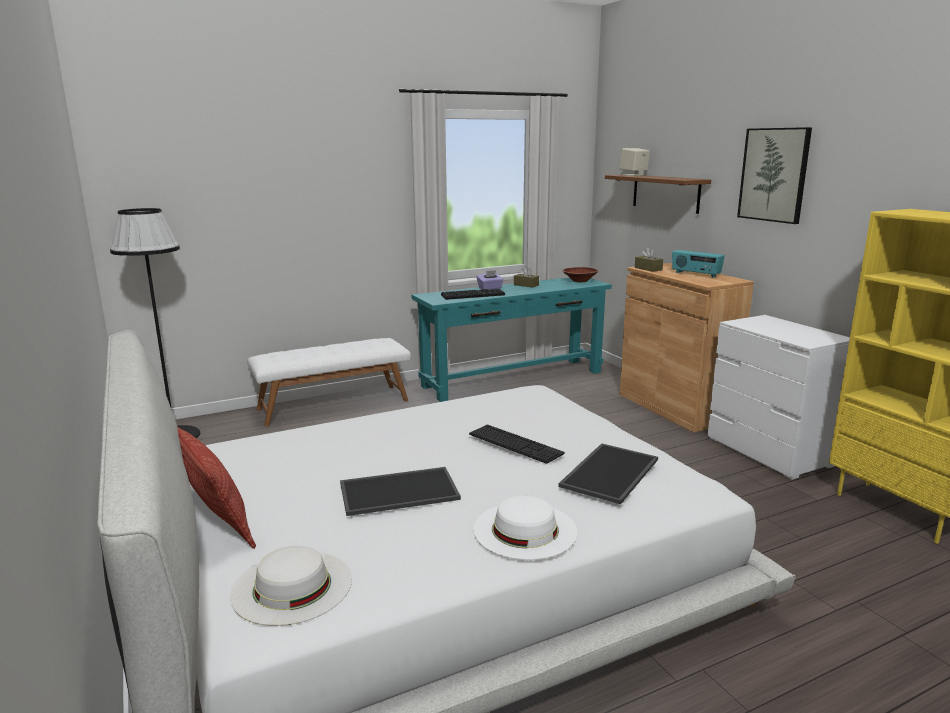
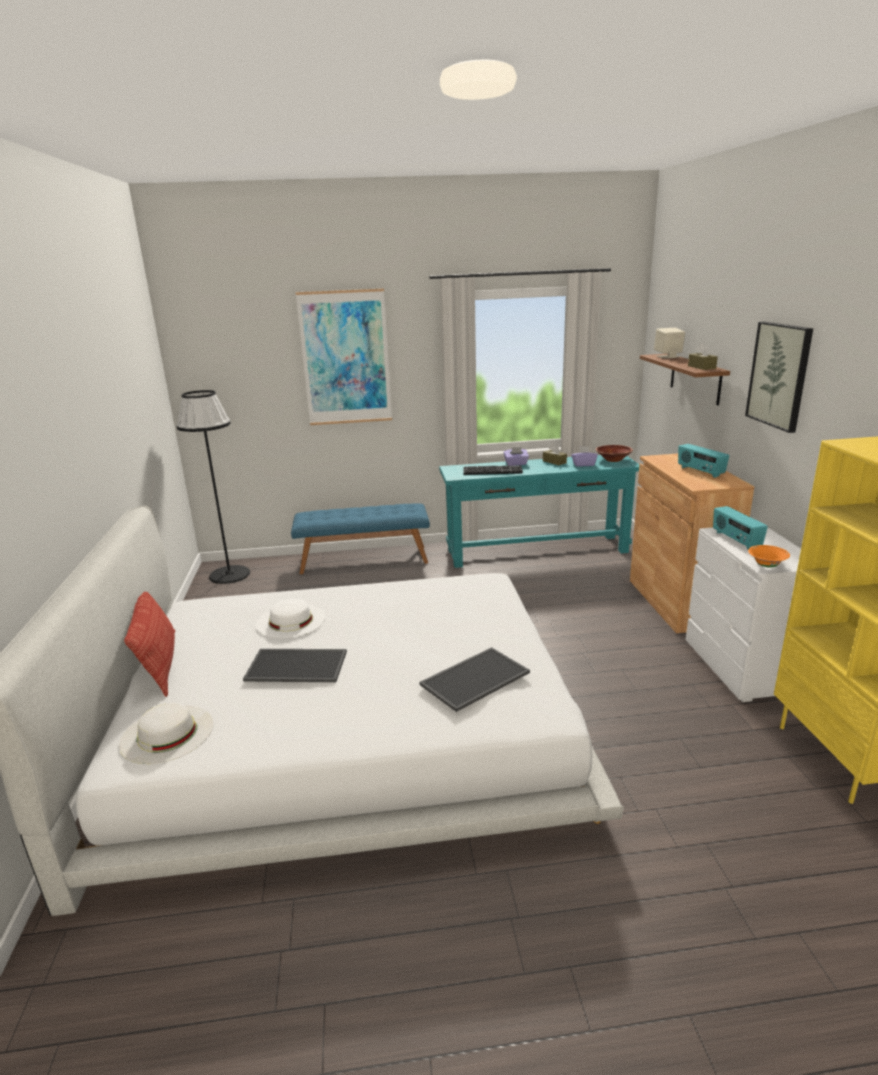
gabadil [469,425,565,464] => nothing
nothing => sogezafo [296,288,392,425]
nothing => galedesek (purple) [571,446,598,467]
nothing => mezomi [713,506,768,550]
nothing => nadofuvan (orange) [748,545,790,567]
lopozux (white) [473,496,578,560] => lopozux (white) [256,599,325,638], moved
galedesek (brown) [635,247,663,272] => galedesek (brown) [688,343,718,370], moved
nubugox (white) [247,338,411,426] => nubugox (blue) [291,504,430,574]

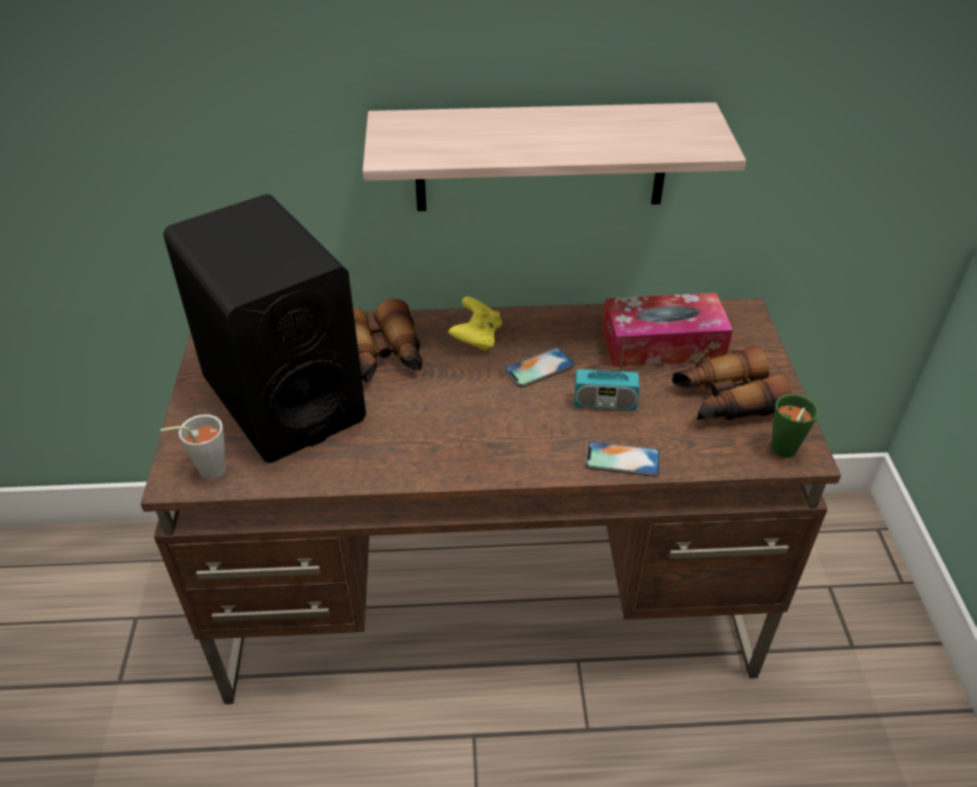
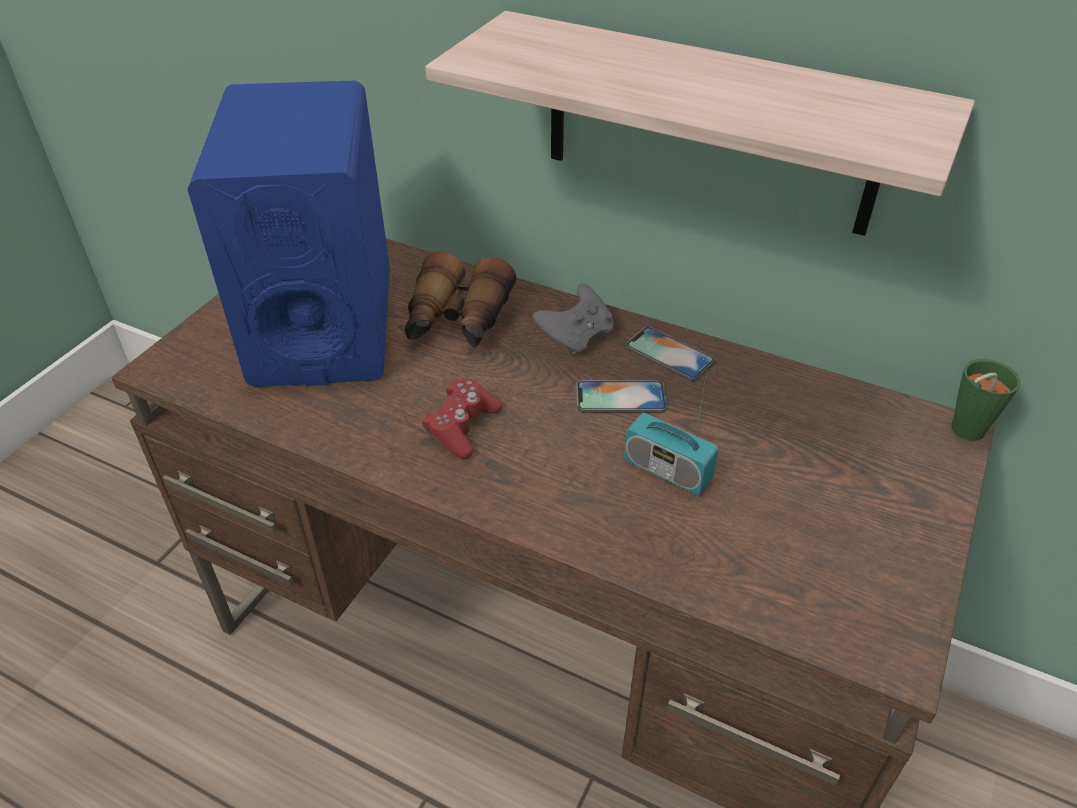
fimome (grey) [160,414,226,479] => nothing
galedesek [602,293,733,367] => nothing
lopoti [672,345,792,420] => nothing
nothing => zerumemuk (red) [422,379,503,459]
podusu [585,440,661,477] => podusu [626,326,715,381], moved
fimome (green) [771,394,819,458] => fimome (green) [951,359,1021,441], moved
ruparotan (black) [163,194,366,463] => ruparotan (blue) [187,80,390,387]
zerumemuk (yellow) [448,297,502,351] => zerumemuk (grey) [533,283,614,355]

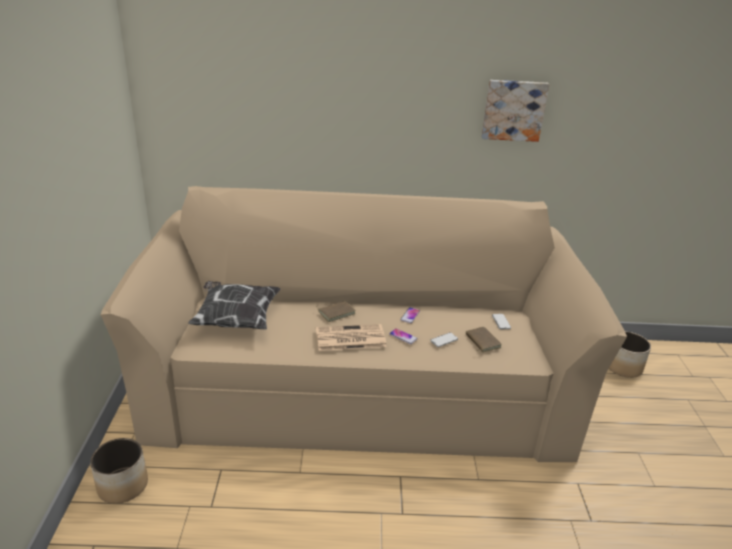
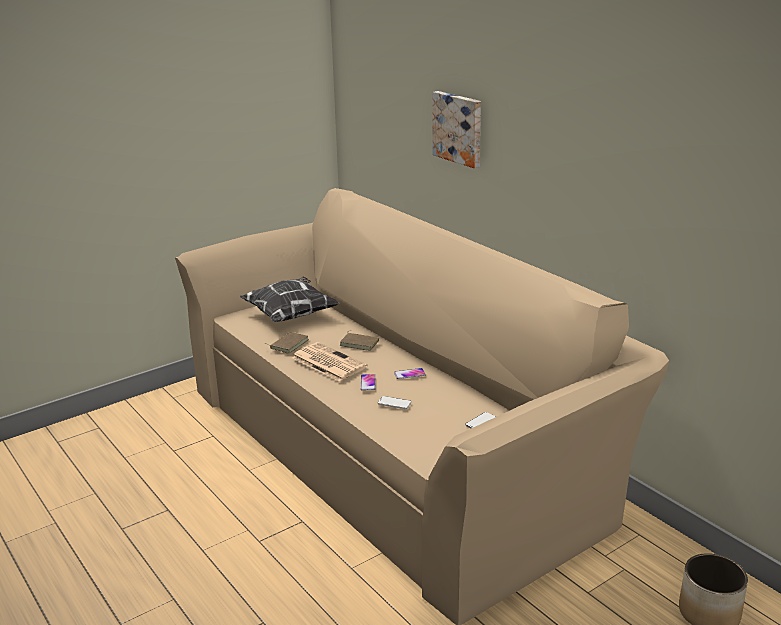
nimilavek [90,438,148,504] => nothing
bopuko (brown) [466,327,501,352] => bopuko (brown) [269,332,308,354], moved
sogezafo [481,80,550,142] => sogezafo [432,91,481,168], moved

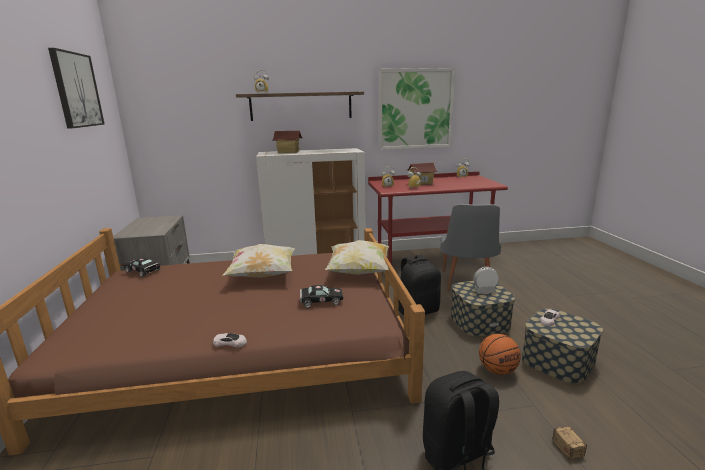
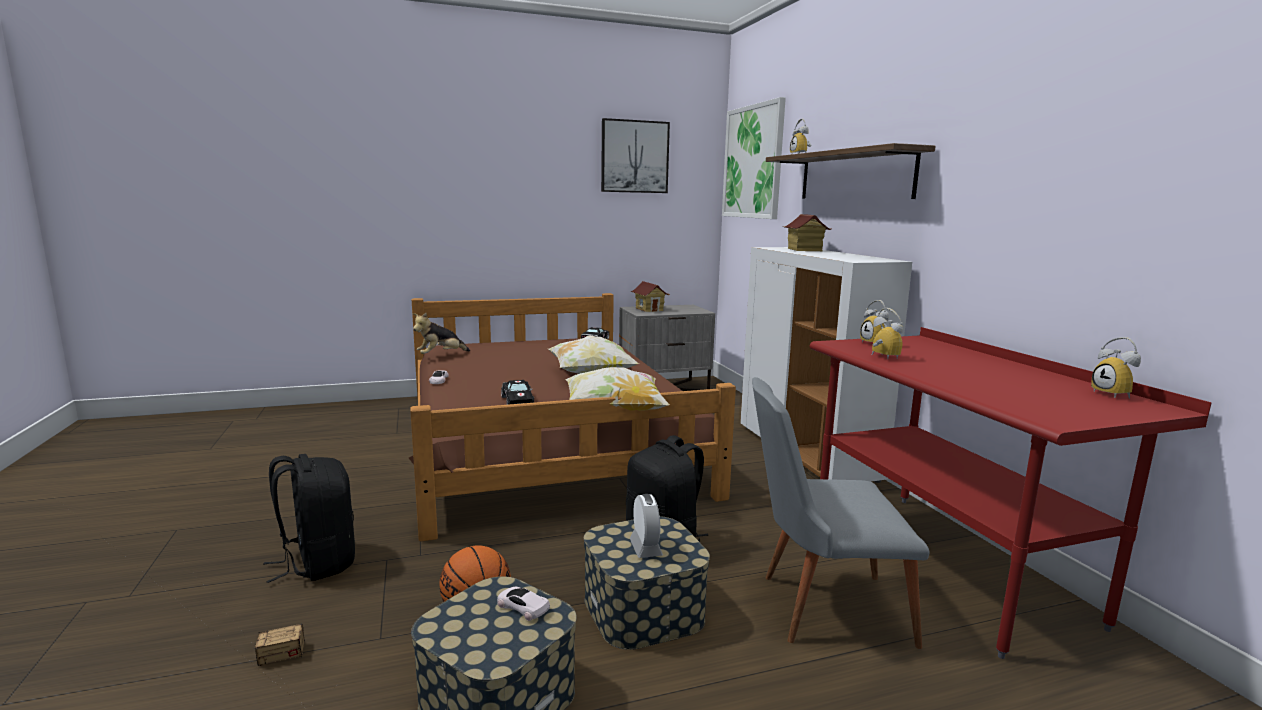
nothing => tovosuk [413,313,470,354]
sogezafo [378,68,455,150] => sogezafo [722,97,786,219], moved
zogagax [407,163,438,185] => zogagax [631,281,670,312], moved

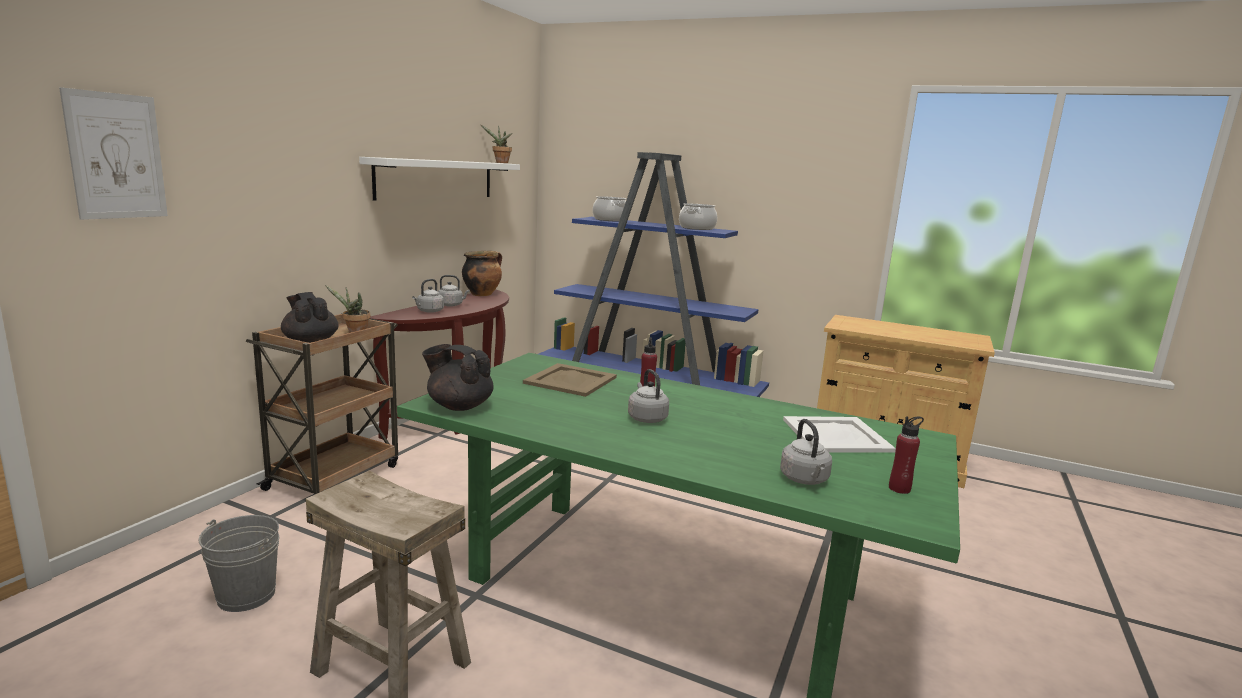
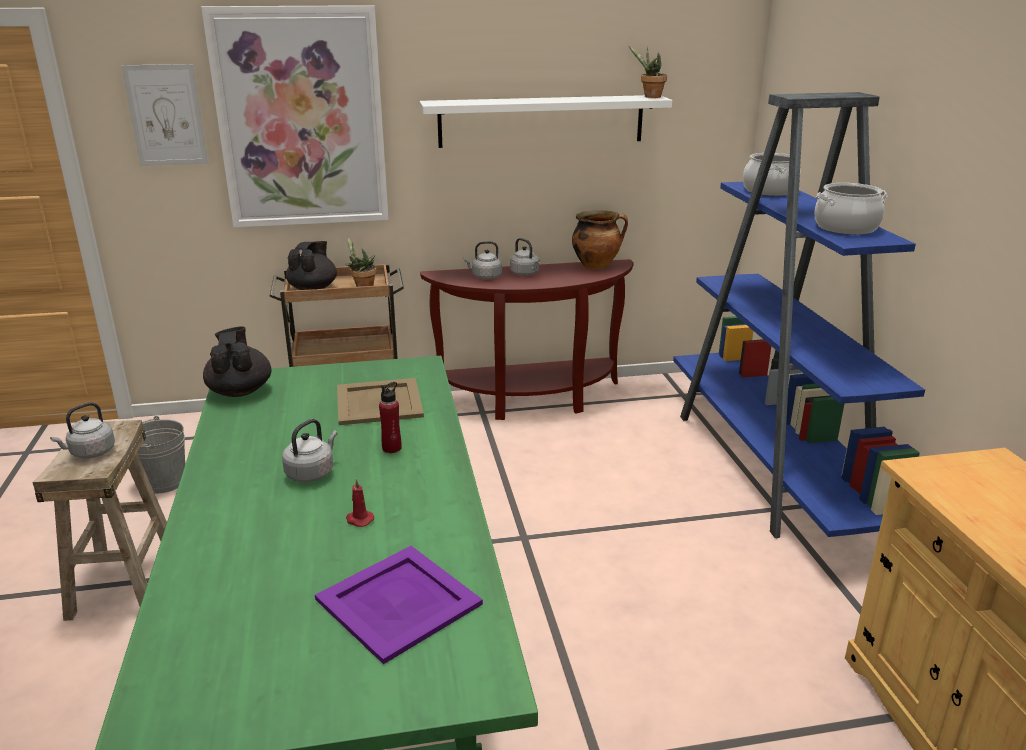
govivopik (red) [889,416,924,494] => nothing
nothing => sogezafo [201,5,389,228]
nothing => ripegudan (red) [346,478,374,527]
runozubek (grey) [780,419,832,485] => runozubek (grey) [50,402,115,458], moved
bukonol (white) [783,416,896,453] => bukonol (purple) [315,546,483,664]

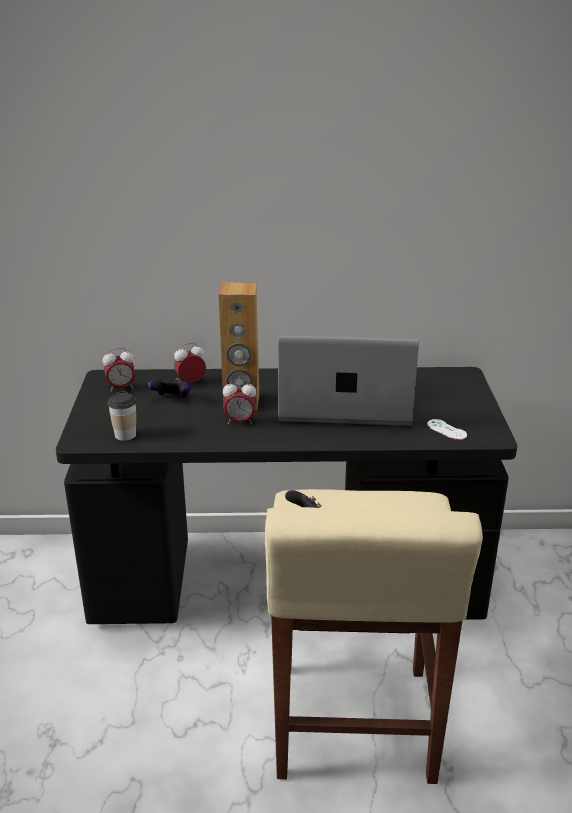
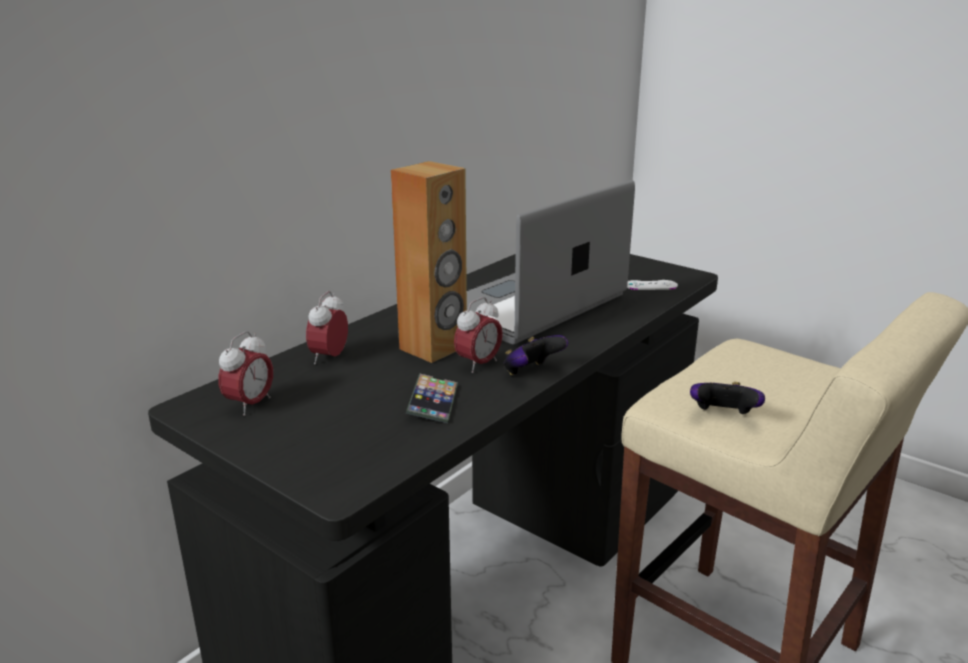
fimome [108,391,136,441] => nothing
nothing => podusu [406,373,458,423]
zerumemuk [148,378,191,397] => zerumemuk [503,335,568,375], moved

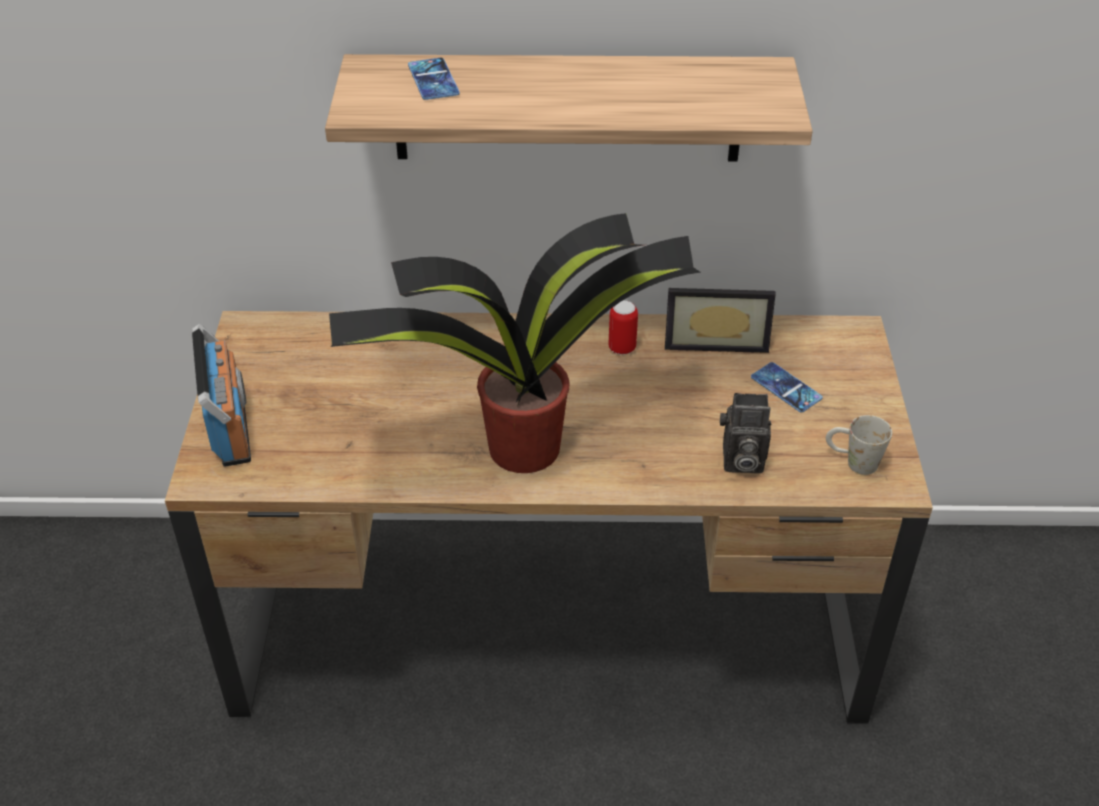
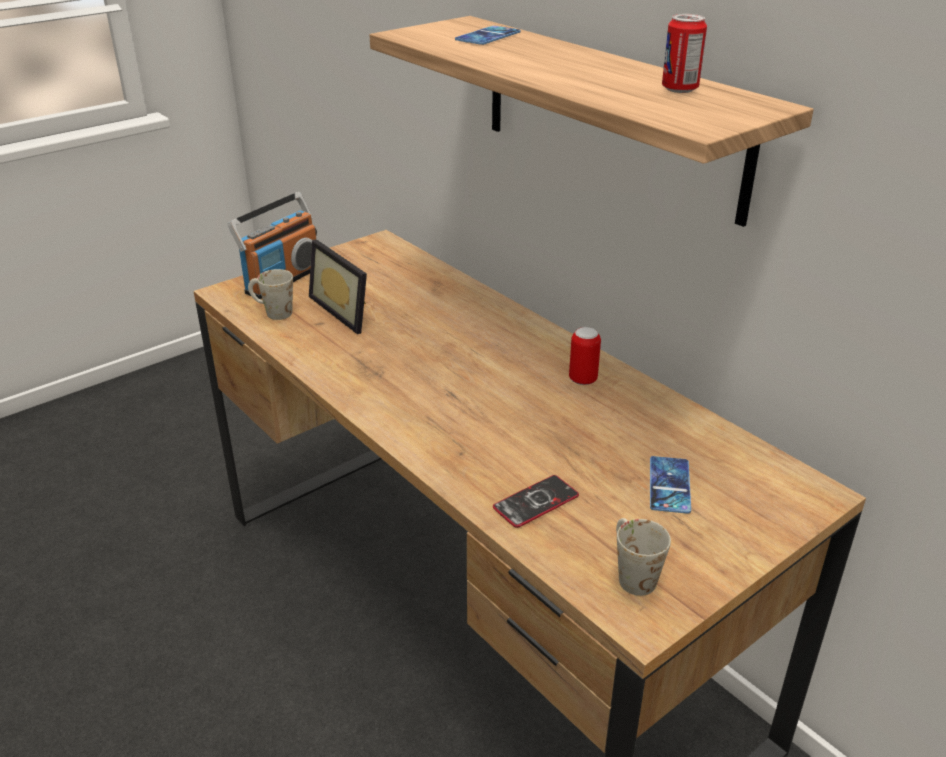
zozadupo [329,213,700,473] => nothing
nothing => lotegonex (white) [248,269,293,320]
nothing => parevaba [662,14,707,93]
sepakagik [665,288,776,353] => sepakagik [309,239,367,334], moved
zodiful [720,393,771,473] => podusu [493,475,579,528]

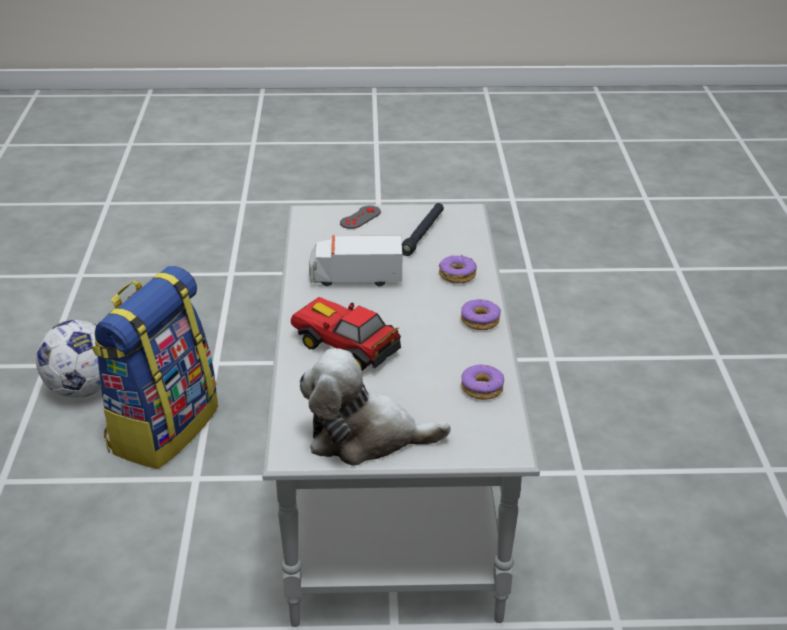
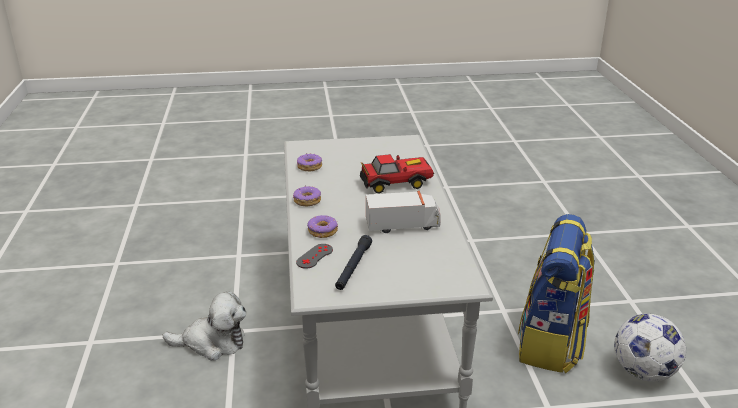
tovosuk [300,348,451,466] => tovosuk [162,291,246,361], moved
zerumemuk (grey) [340,206,381,229] => zerumemuk (grey) [296,244,333,269], moved
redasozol [291,297,401,371] => redasozol [360,154,434,194], 45 degrees counterclockwise

